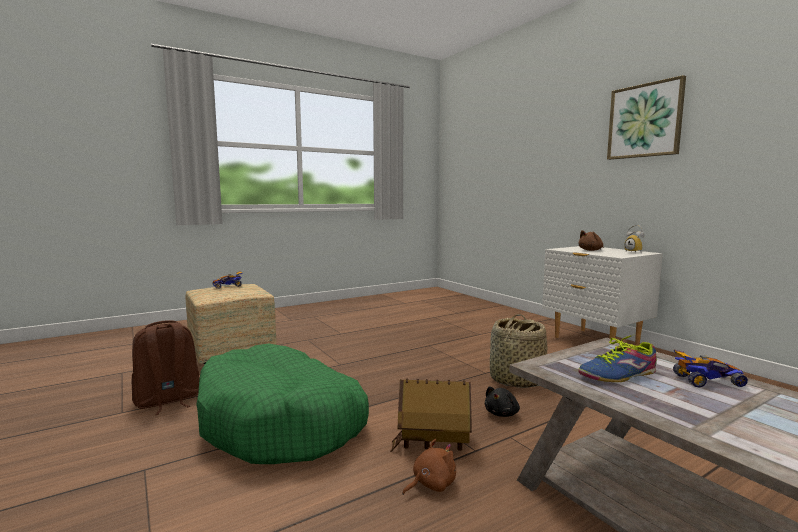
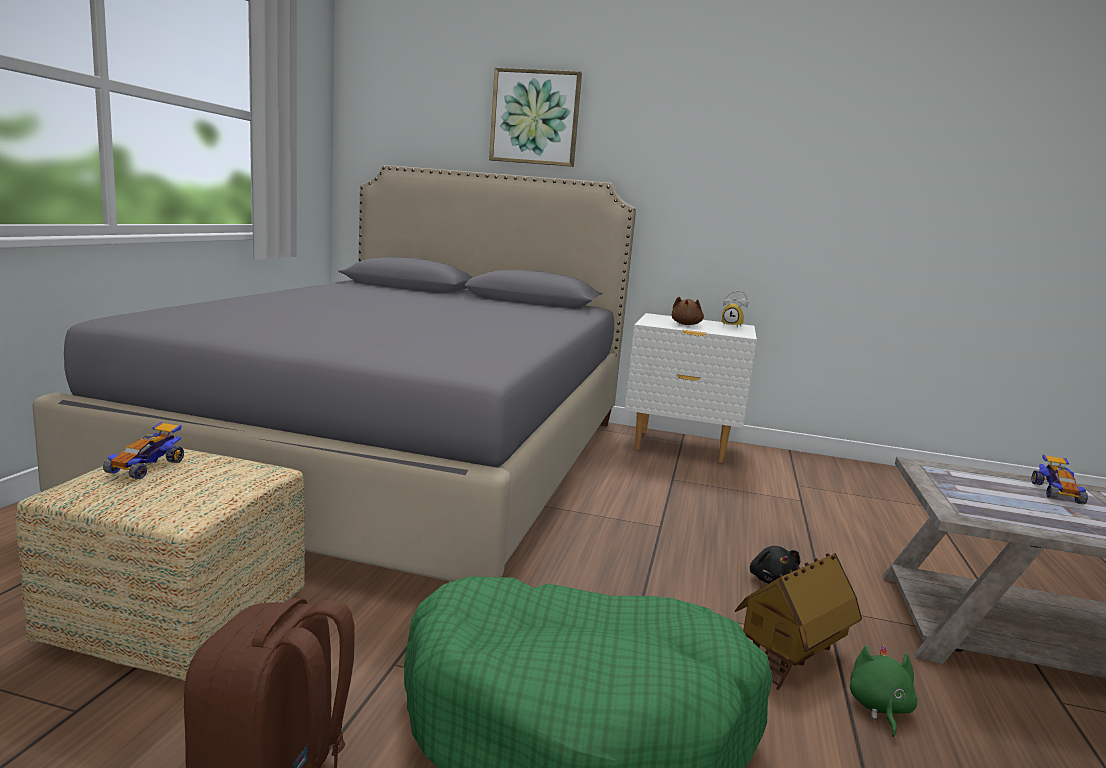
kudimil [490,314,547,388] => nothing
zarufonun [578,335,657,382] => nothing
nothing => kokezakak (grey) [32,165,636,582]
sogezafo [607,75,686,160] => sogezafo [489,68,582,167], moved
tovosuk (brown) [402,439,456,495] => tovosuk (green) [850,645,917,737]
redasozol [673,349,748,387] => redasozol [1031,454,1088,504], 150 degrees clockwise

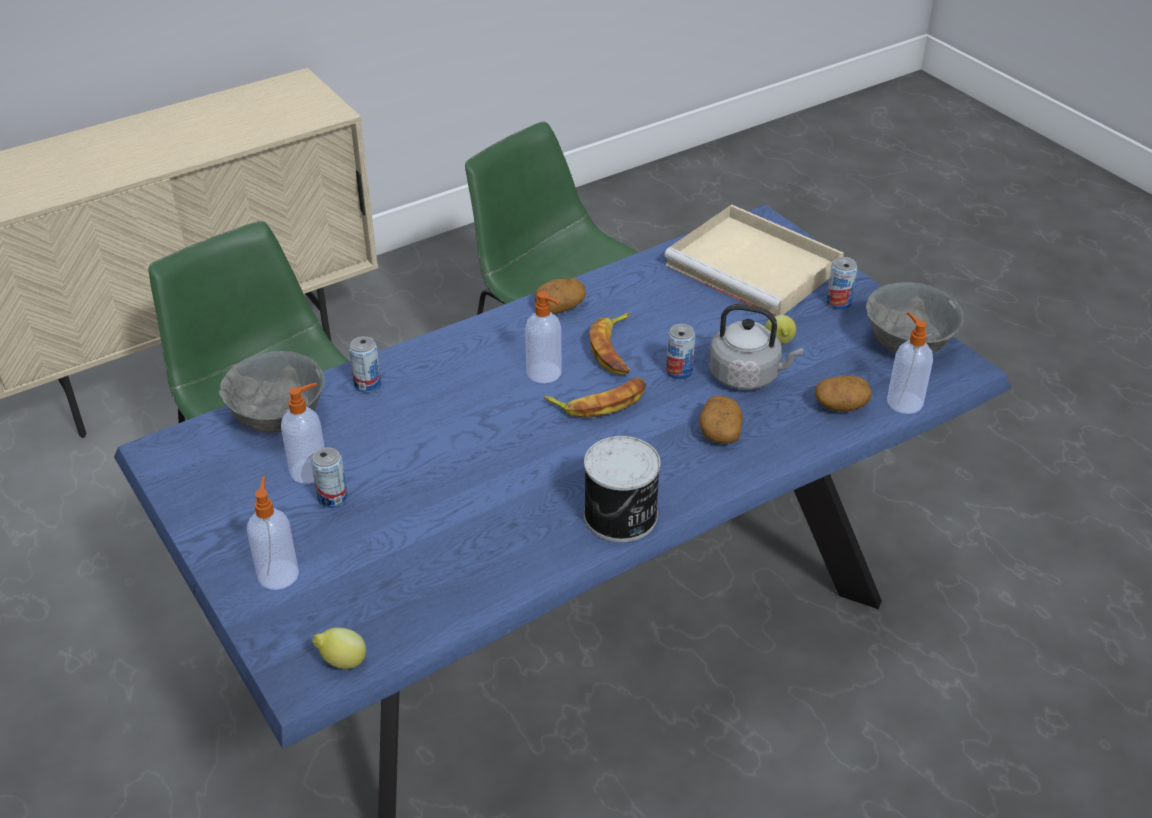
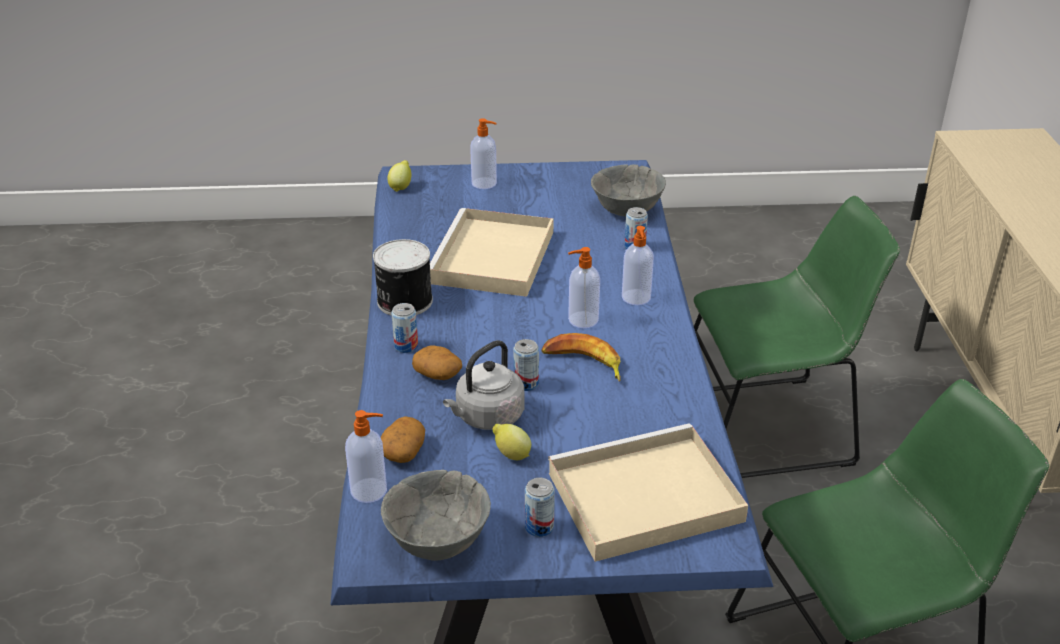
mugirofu [535,278,586,314] => nothing
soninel [544,378,647,417] => nothing
nothing => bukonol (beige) [430,208,554,297]
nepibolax [281,383,325,484] => nepibolax [622,226,654,305], moved
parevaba [311,447,348,508] => parevaba [391,303,418,353], moved

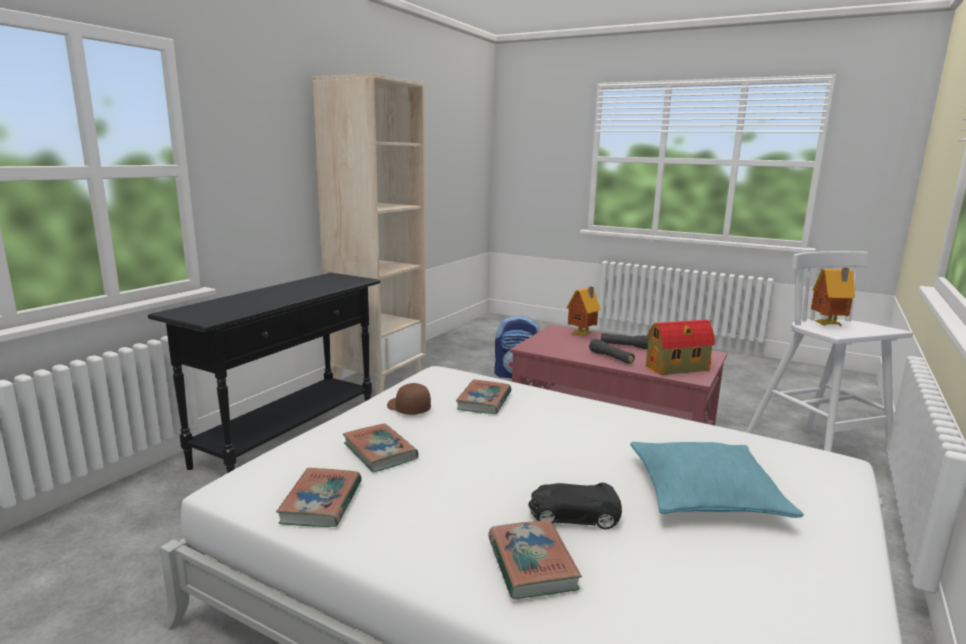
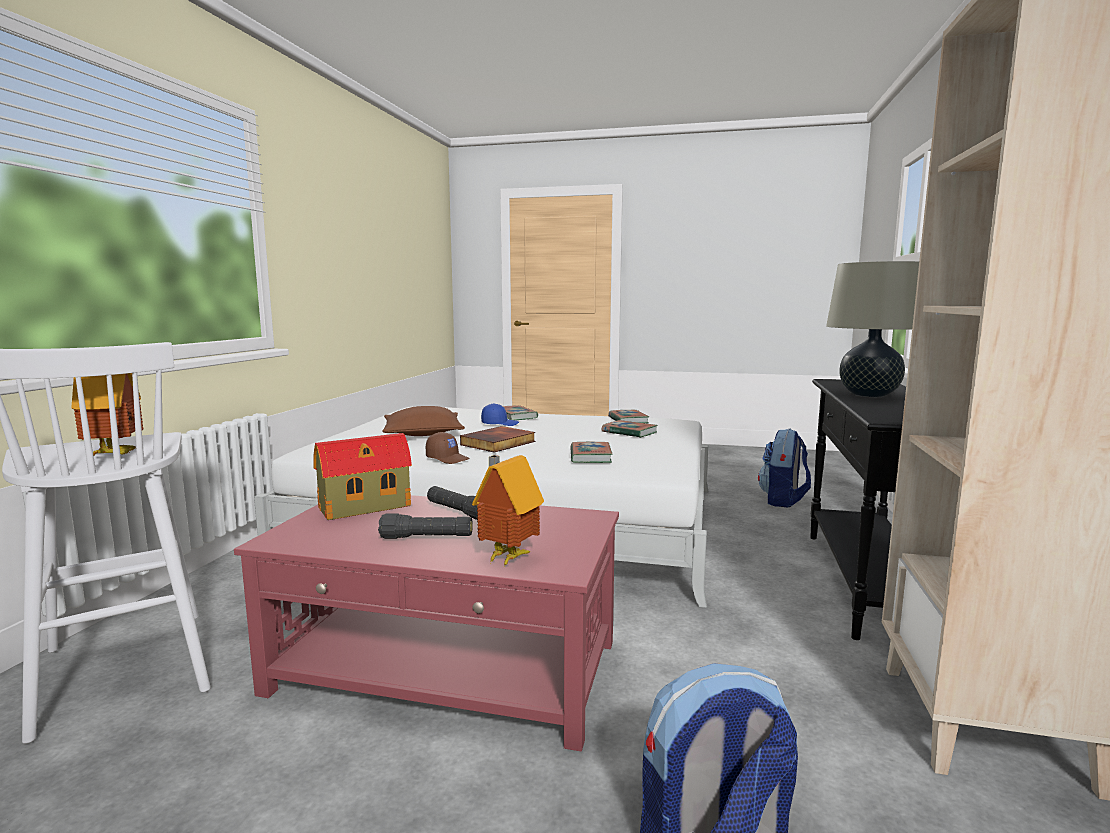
nothing => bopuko [460,426,536,452]
nothing => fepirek [758,429,811,507]
nothing => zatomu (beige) [826,261,919,397]
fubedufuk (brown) [387,383,431,415] => fubedufuk (brown) [426,432,470,464], moved
redasozol (black) [528,483,622,529] => fubedufuk (blue) [481,403,519,426]
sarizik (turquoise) [630,442,804,518] => sarizik (brown) [382,406,465,436]

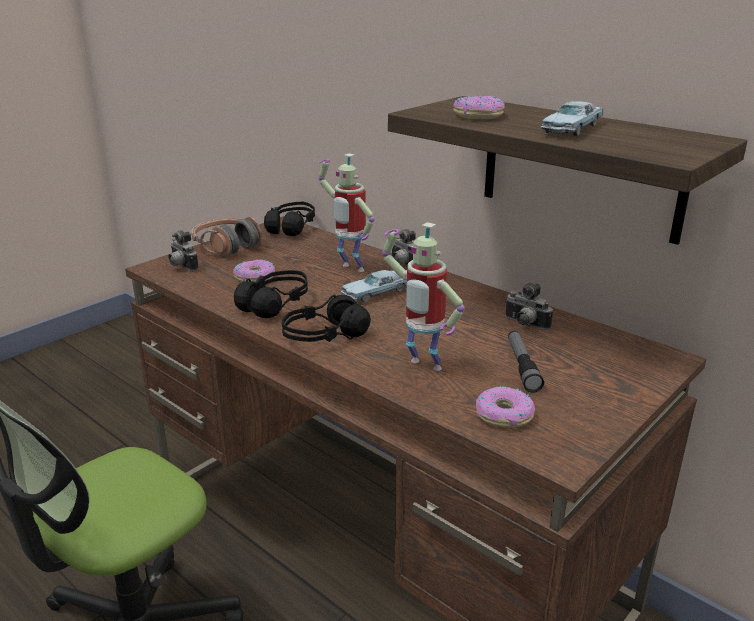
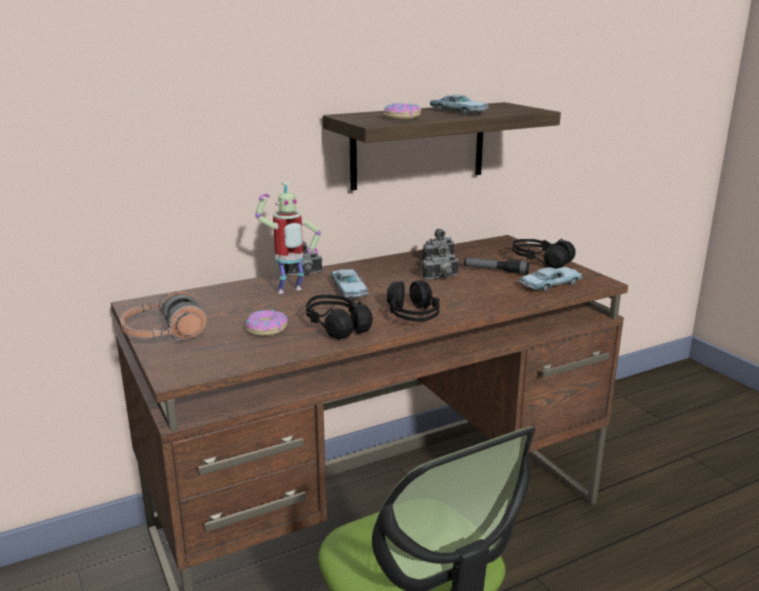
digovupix [382,222,465,371] => nothing
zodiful [168,230,199,271] => zodiful [423,244,459,280], moved
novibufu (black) [264,202,315,236] => novibufu (black) [512,239,576,269], moved
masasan [476,386,535,428] => redasozol (blue) [519,267,583,292]

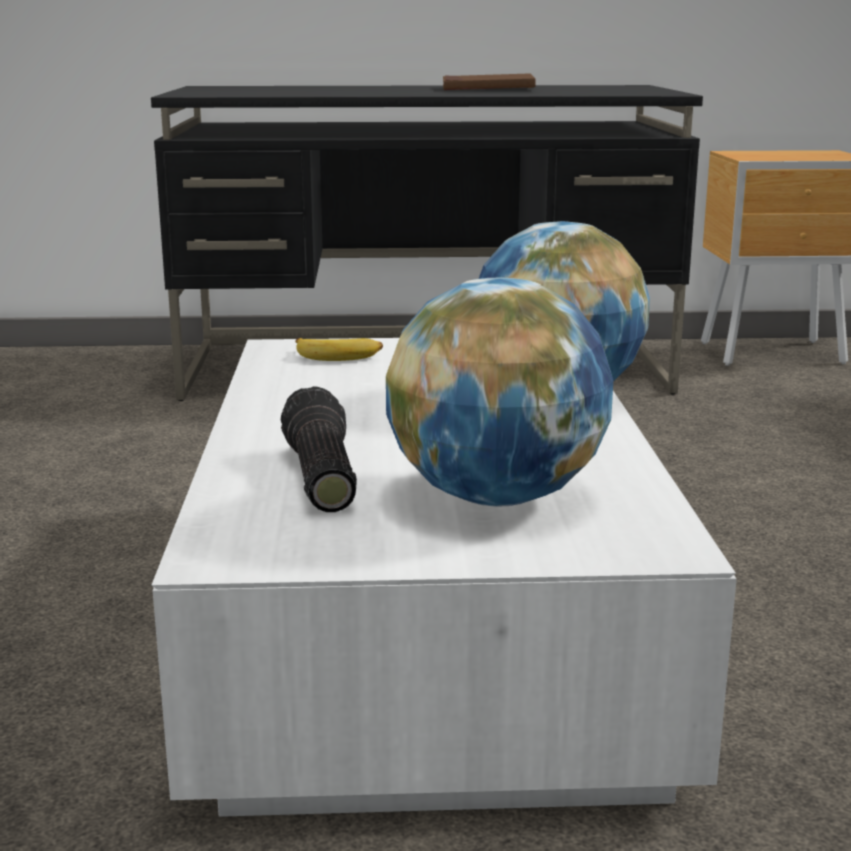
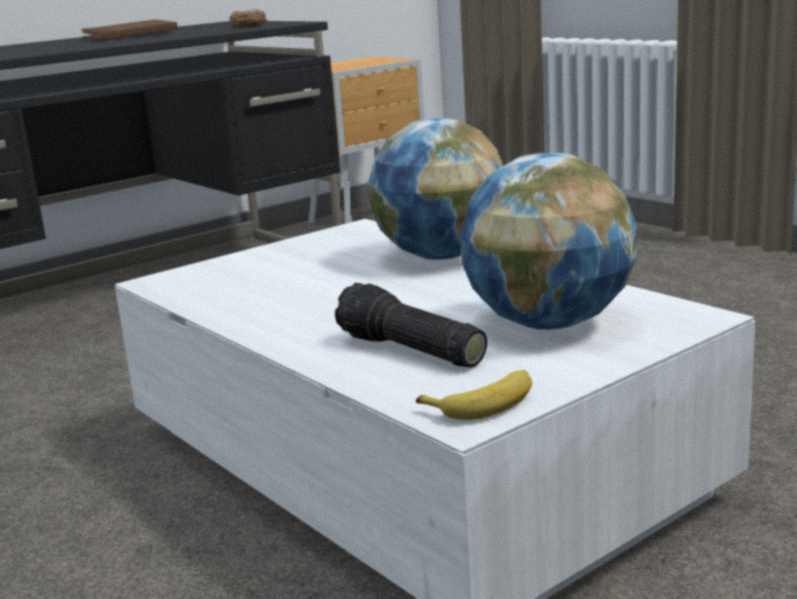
nothing => masasan [229,9,267,27]
soninel [295,338,383,361] => soninel [416,370,532,420], moved

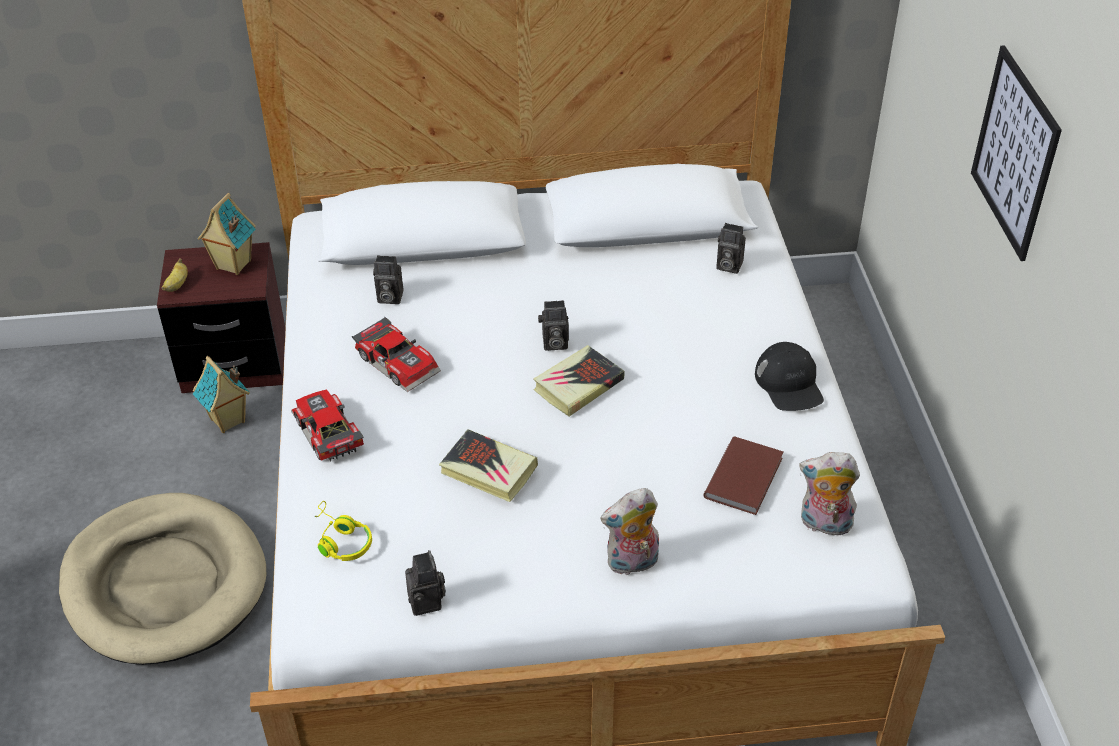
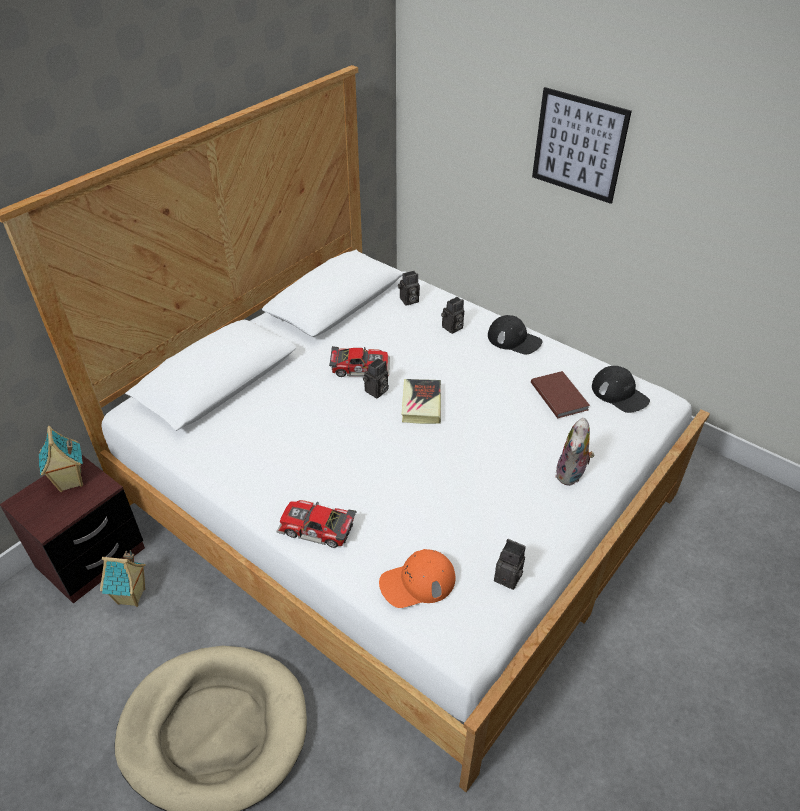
soninel [161,258,188,292] => nothing
bopuko [439,429,538,502] => nothing
redasozol [352,317,441,392] => redasozol [329,346,390,377], moved
zodiful [373,255,404,304] => zodiful [441,297,464,334], moved
novibufu (yellow) [314,501,372,561] => fubedufuk (orange) [379,549,456,608]
tovosuk [799,452,860,536] => fubedufuk (black) [592,366,650,413]

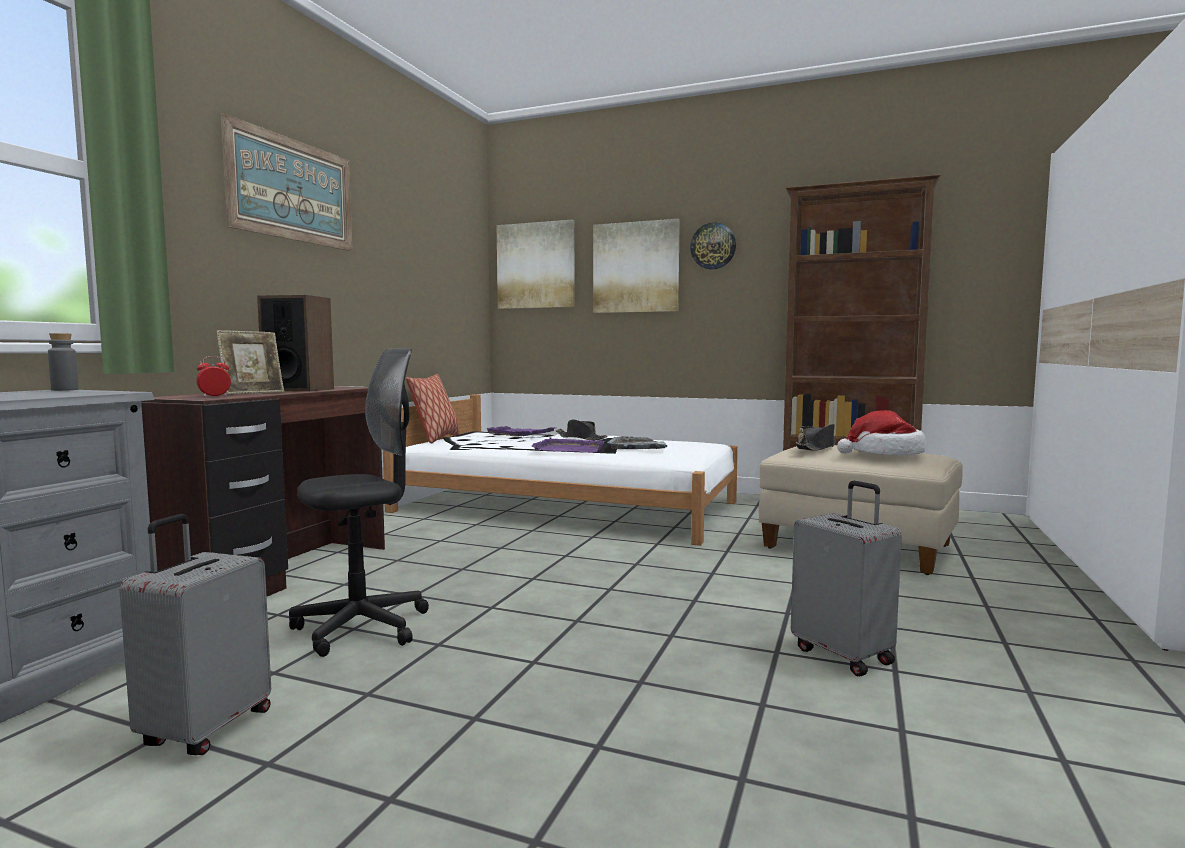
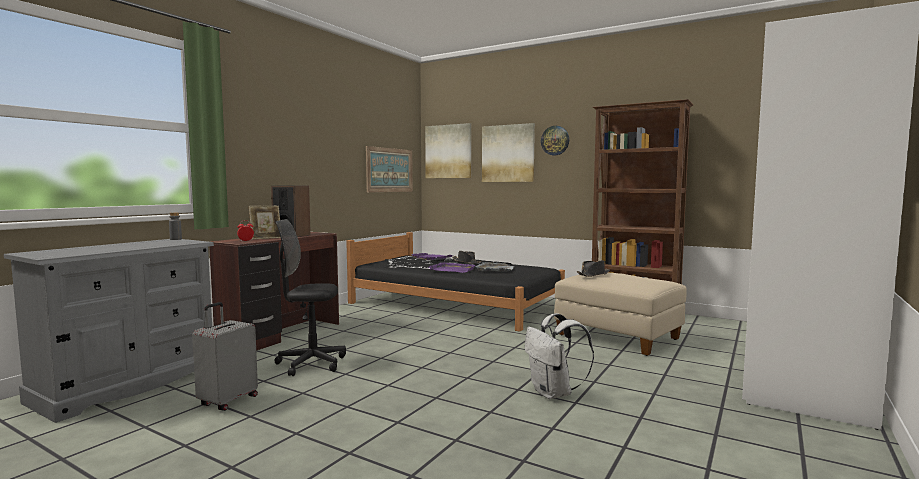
sarizik [406,374,460,443] => nothing
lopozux [837,410,926,455] => nothing
sogezafo [221,114,353,251] => sogezafo [366,146,413,193], moved
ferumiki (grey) [791,481,902,676] => fepirek (white) [525,313,594,399]
kokezakak (white) [383,394,738,546] => kokezakak (black) [346,232,565,332]
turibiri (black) [289,348,429,657] => turibiri (black) [274,219,346,376], 150 degrees counterclockwise

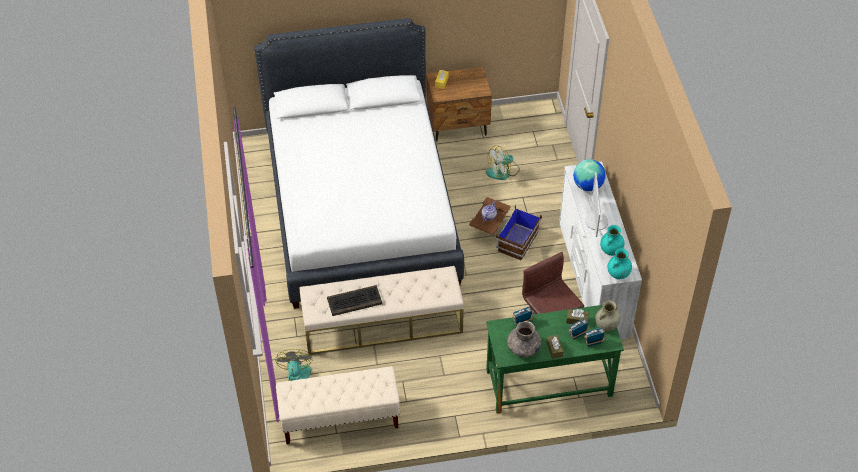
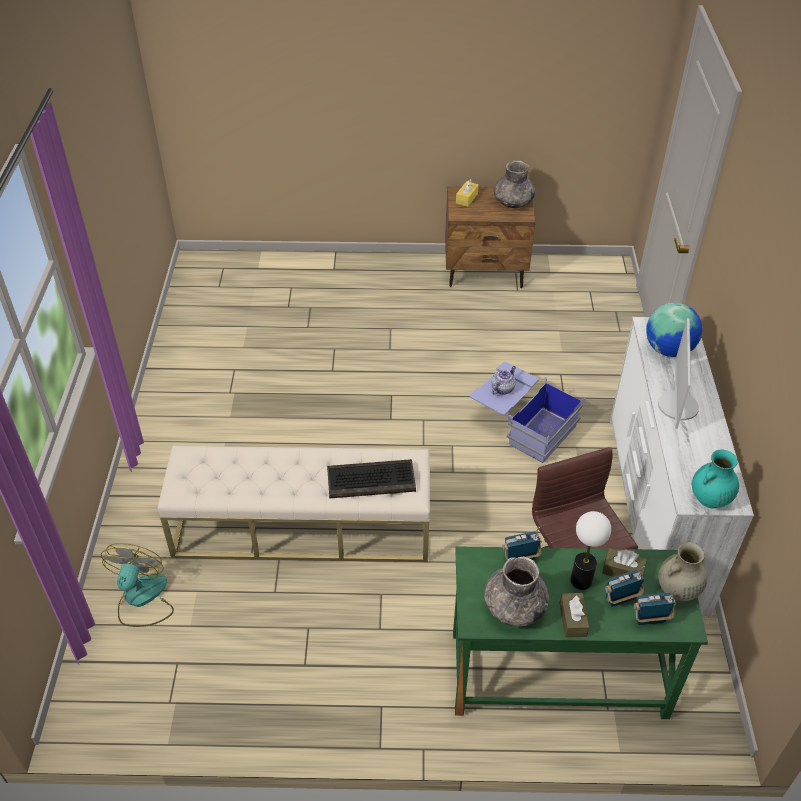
kokezakak (white) [254,18,464,309] => nothing
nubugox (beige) [276,366,400,445] => nothing
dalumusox [486,145,520,180] => nothing
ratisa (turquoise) [600,225,624,256] => nothing
nothing => ratisa (grey) [494,161,535,208]
nothing => zatomu [570,511,611,590]
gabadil [327,285,382,316] => gabadil [327,459,416,499], moved
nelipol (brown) [469,197,542,260] => nelipol (blue) [470,362,586,463]

